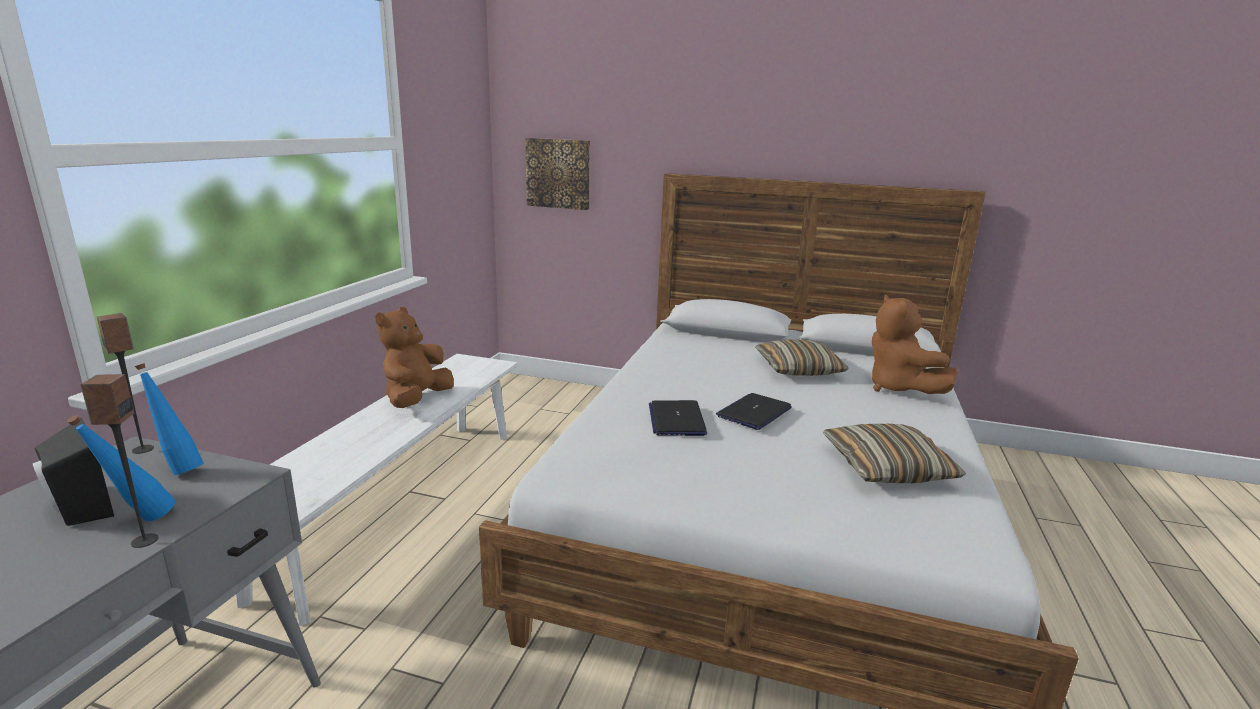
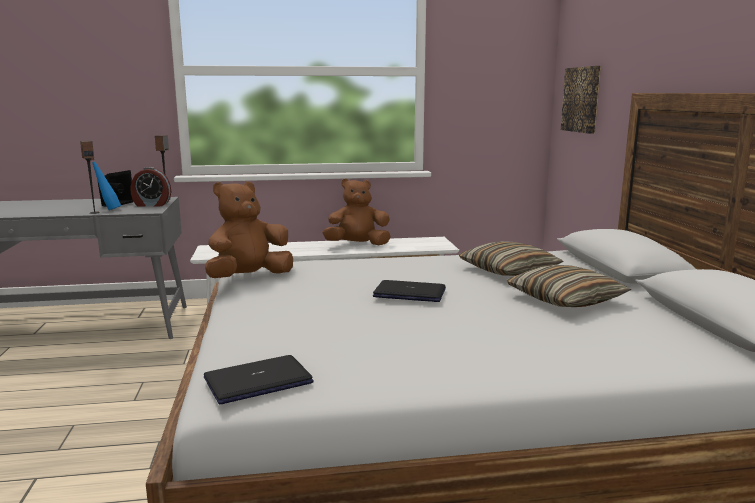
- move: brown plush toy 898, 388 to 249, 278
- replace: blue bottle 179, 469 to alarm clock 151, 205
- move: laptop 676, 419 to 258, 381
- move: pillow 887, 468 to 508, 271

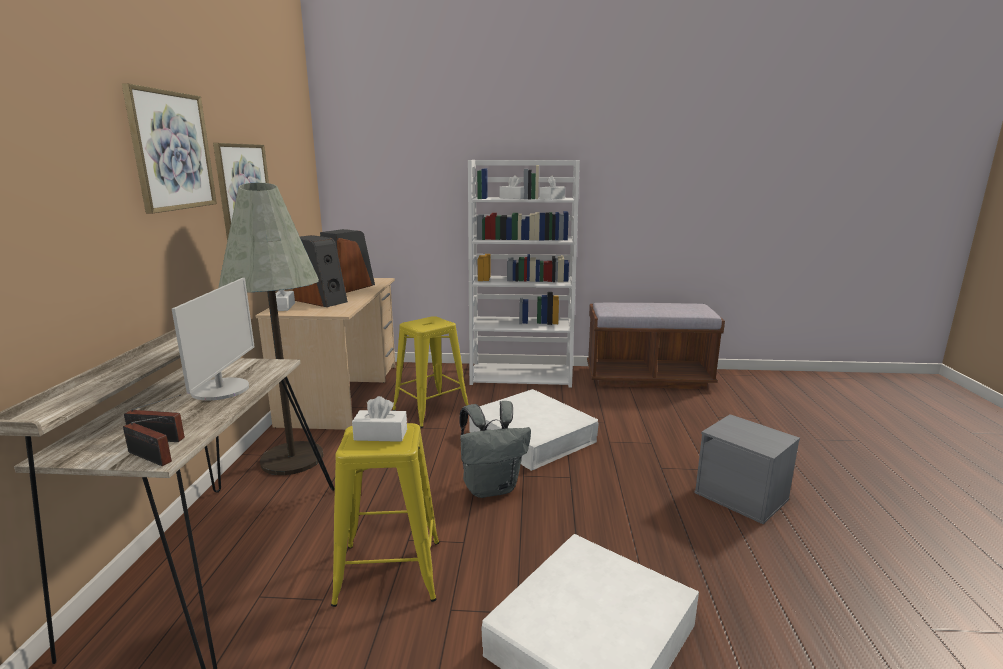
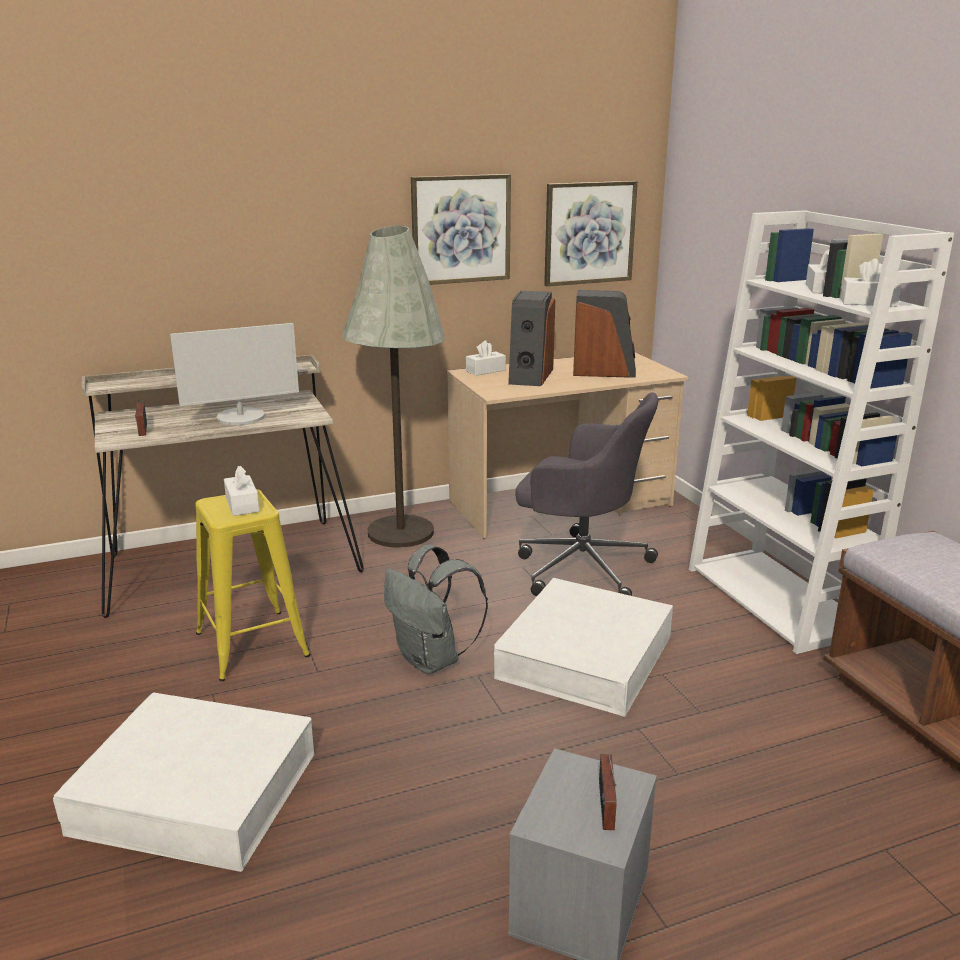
- move: picture 171, 151 to 589, 233
- replace: yellow stool 431, 410 to grey office chair 580, 567
- move: radio 151, 458 to 605, 808

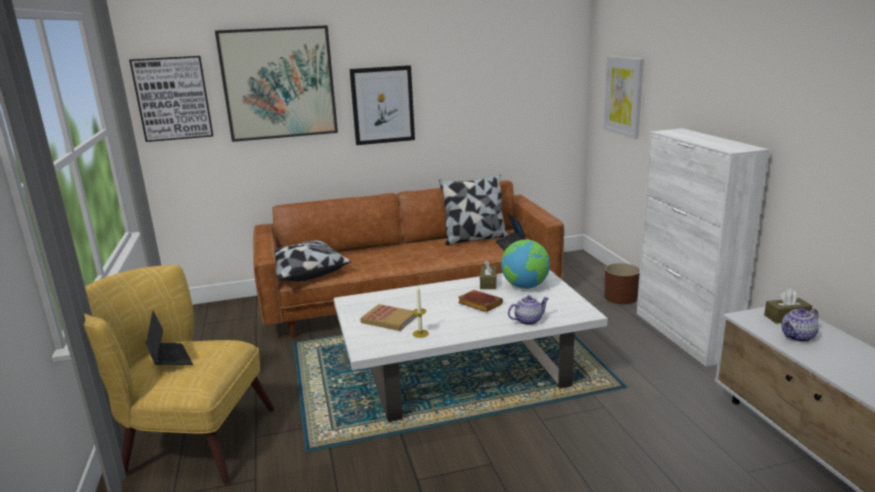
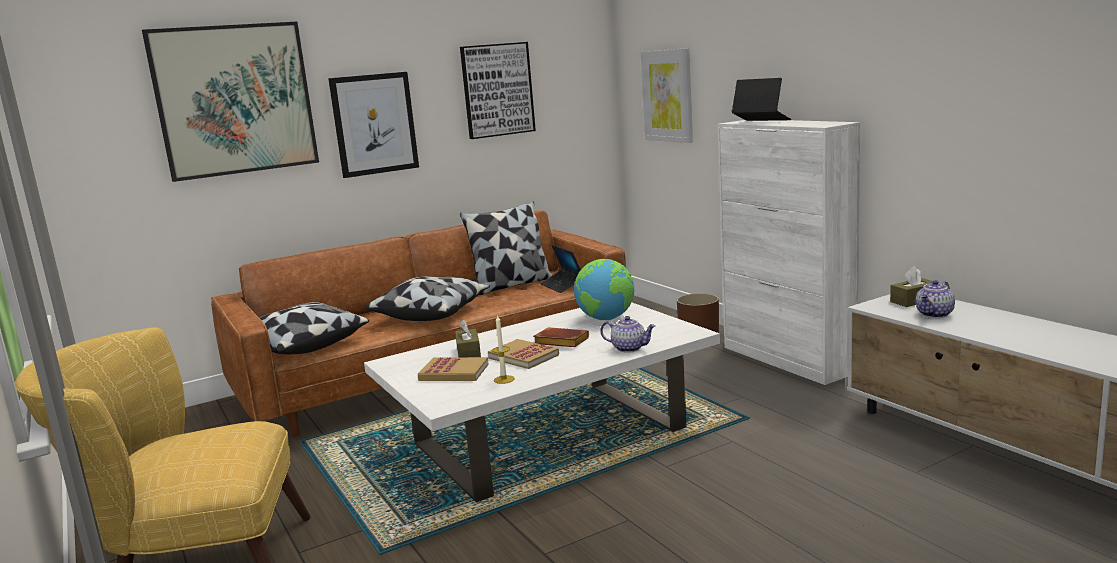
- move: picture 173, 98 to 497, 90
- move: brown tissue box 488, 283 to 468, 352
- rotate: teapot 528, 320 = 629, 348 60 degrees clockwise
- move: laptop 170, 359 to 761, 122
- insert: pillow 431, 313
- insert: book 523, 356

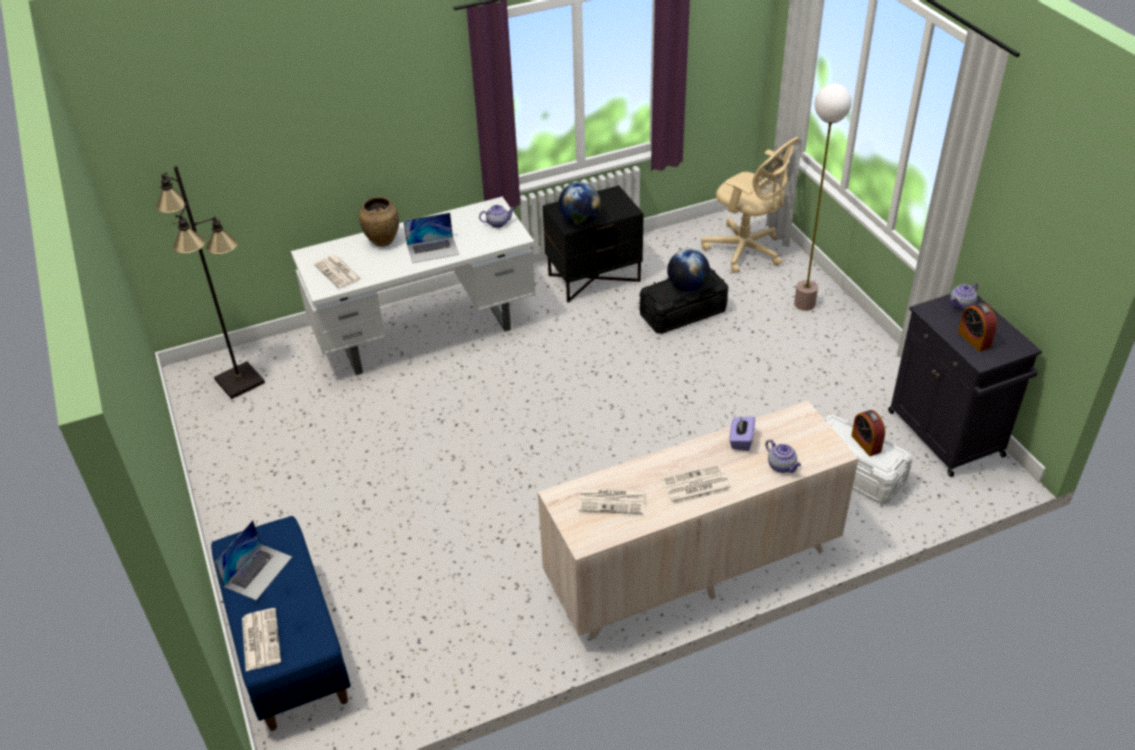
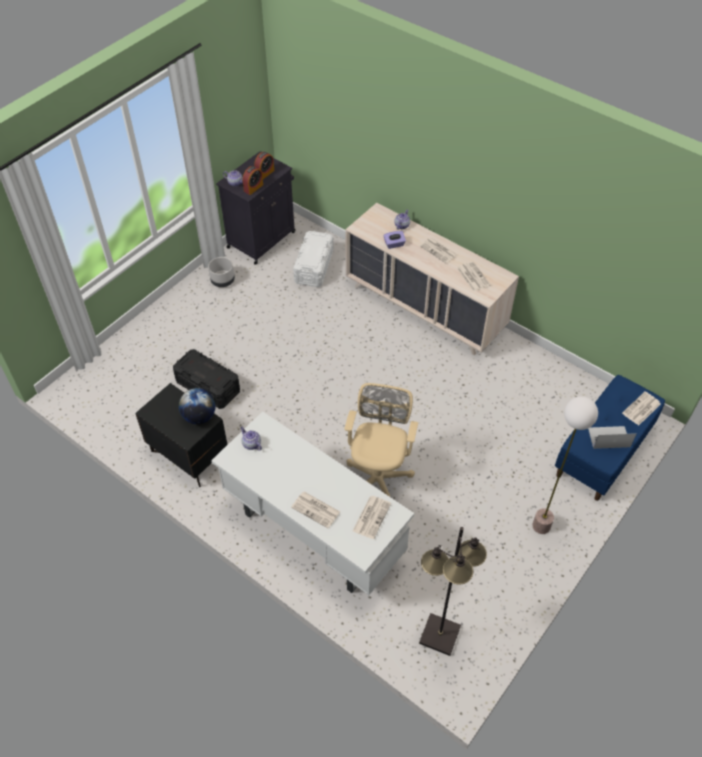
- move: floor lamp 805, 304 to 541, 526
- move: beige office chair 746, 251 to 378, 477
- replace: brown vase 382, 241 to newspaper 316, 509
- delete: laptop 433, 249
- delete: globe 687, 287
- move: alarm clock 866, 443 to 253, 188
- insert: grey planter 223, 281

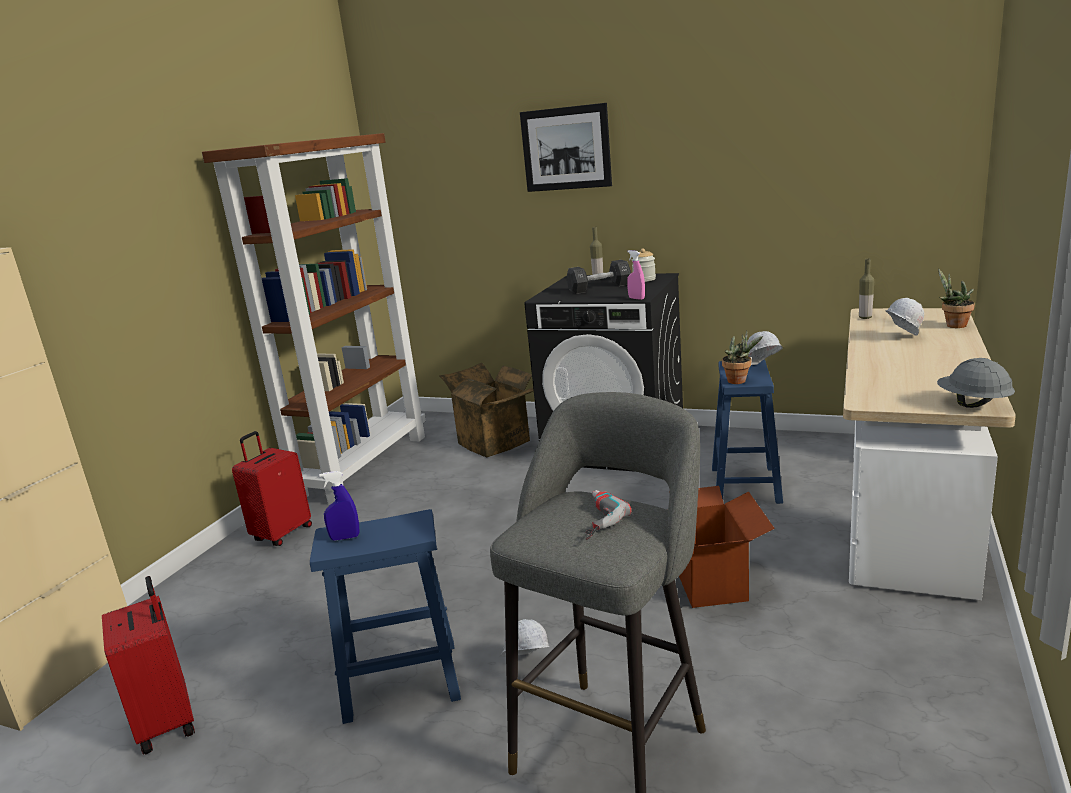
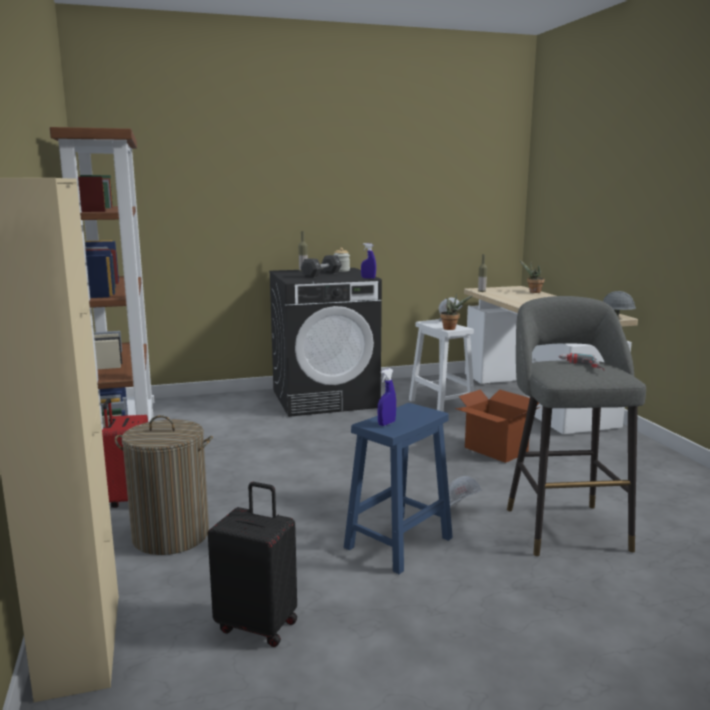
- delete: picture 566, 148
- recolor: pink spray bottle 636, 298 to blue spray bottle 368, 278
- delete: white hard hat 901, 337
- recolor: blue stool 745, 484 to white stool 440, 404
- delete: cardboard box 497, 441
- recolor: red suitcase 168, 722 to black suitcase 258, 625
- insert: laundry basket 171, 535

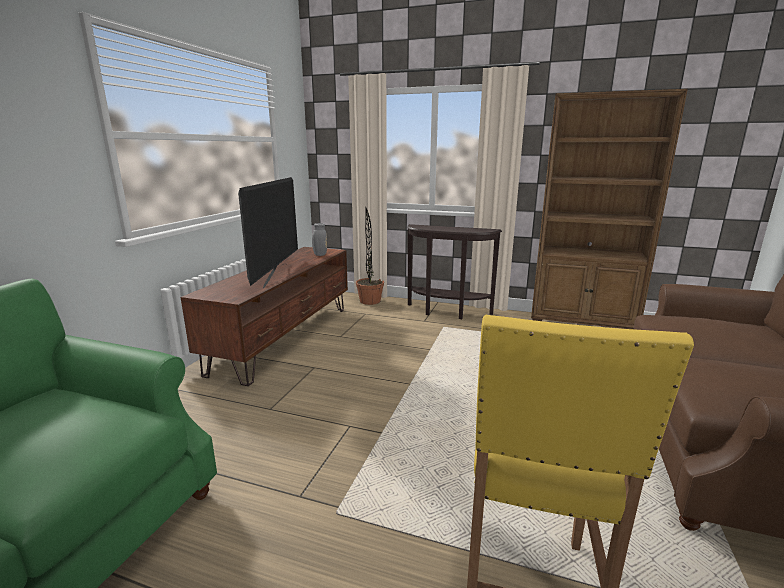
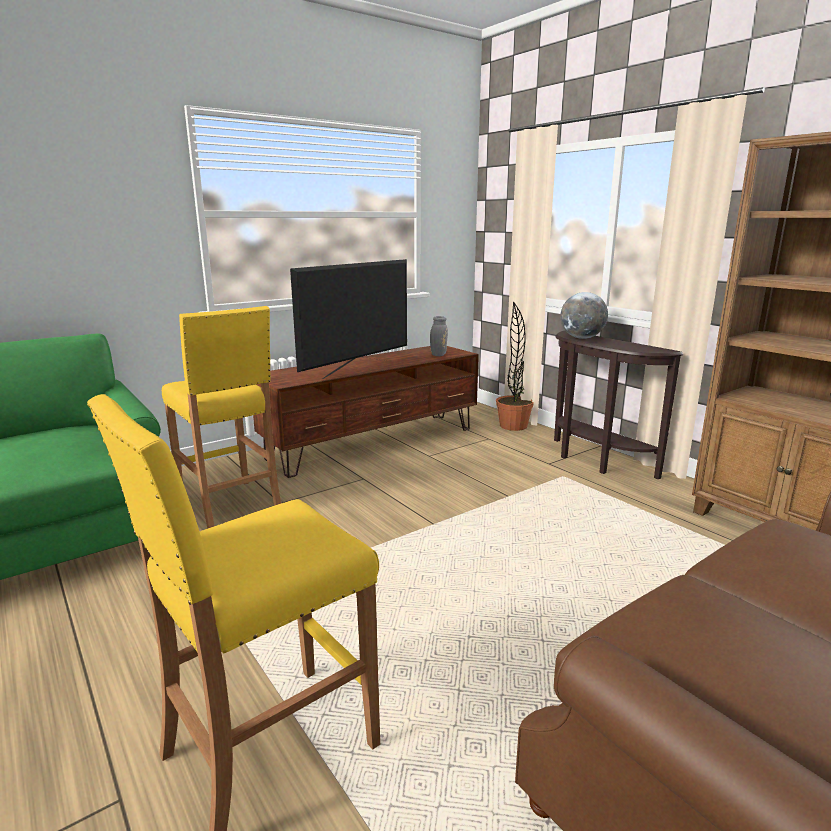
- insert: globe 581, 338
- insert: yellow stool 230, 508

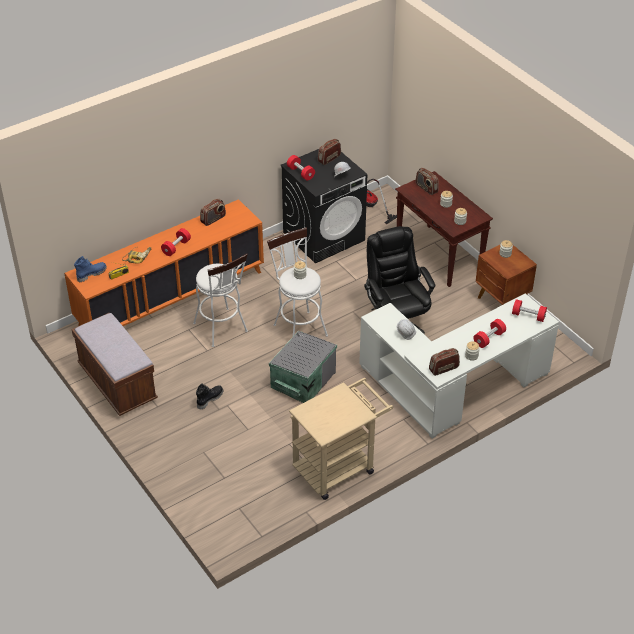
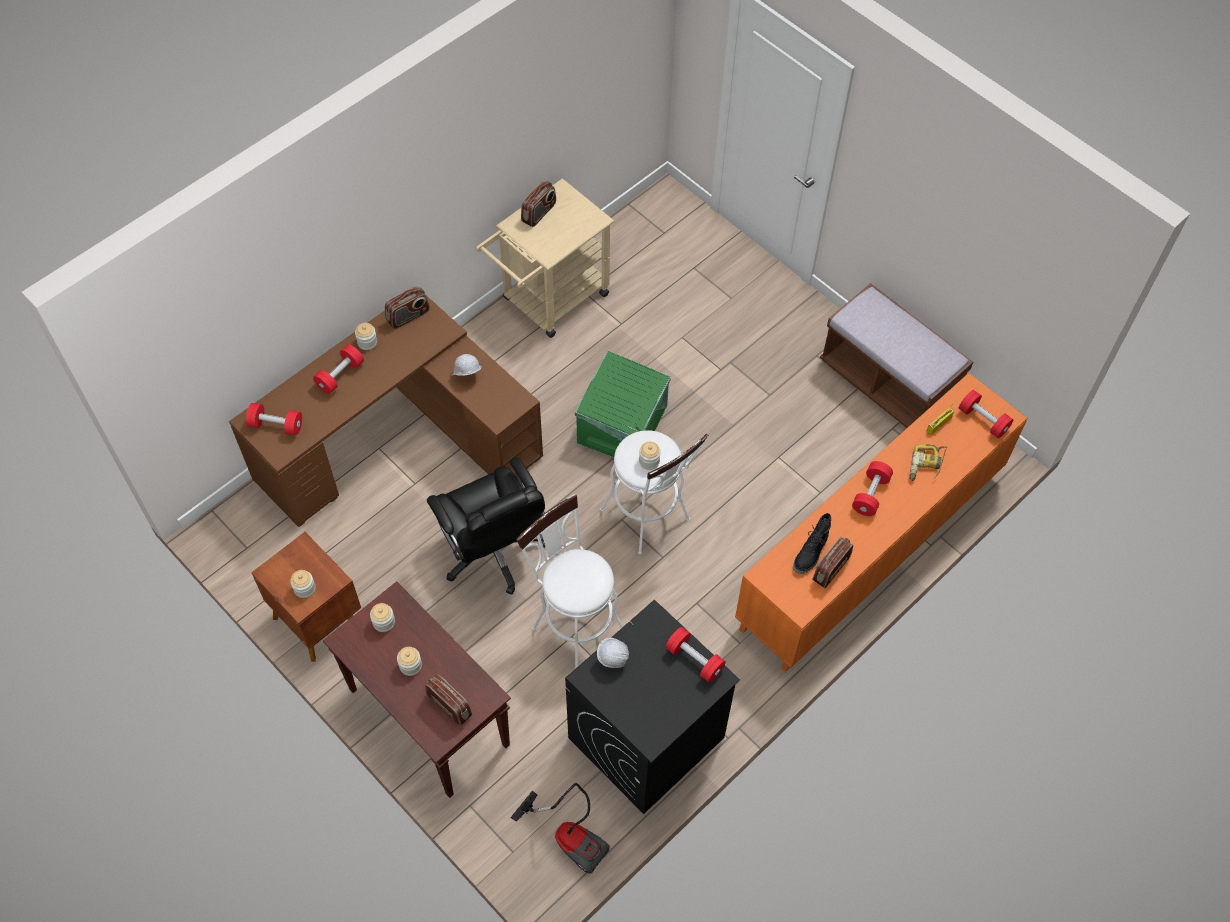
- move: radio 329, 159 to 539, 213
- move: white stool 223, 330 to 574, 625
- replace: blue boot 91, 274 to red dumbbell 983, 420
- recolor: white desk 453, 388 to brown desk 399, 439
- recolor: grey storage box 302, 380 to green storage box 624, 424
- move: black boot 209, 399 to 811, 554

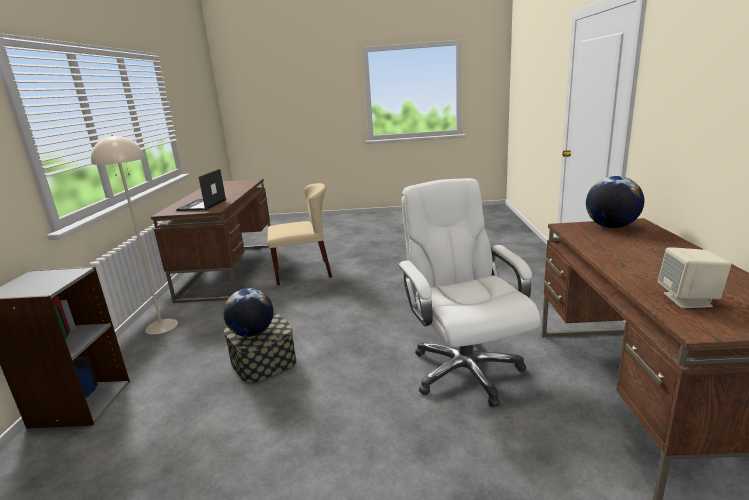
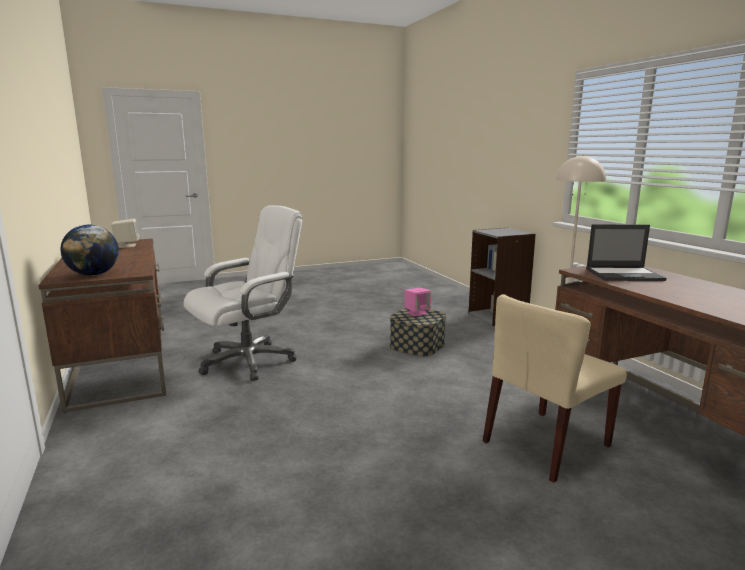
- rotate: laptop 202, 205 = 625, 275 105 degrees clockwise
- rotate: white office chair 465, 370 = 248, 361 90 degrees counterclockwise
- replace: globe 252, 333 to pink speaker 417, 313

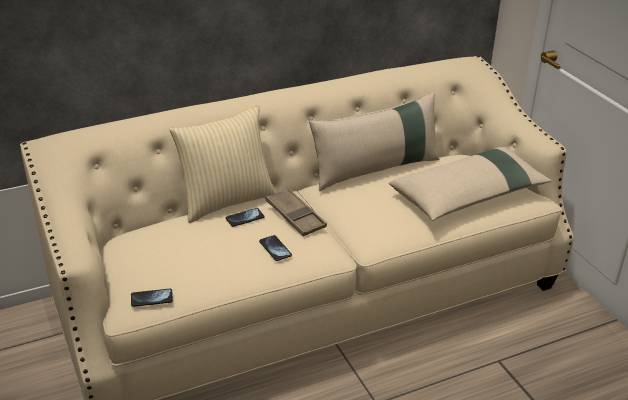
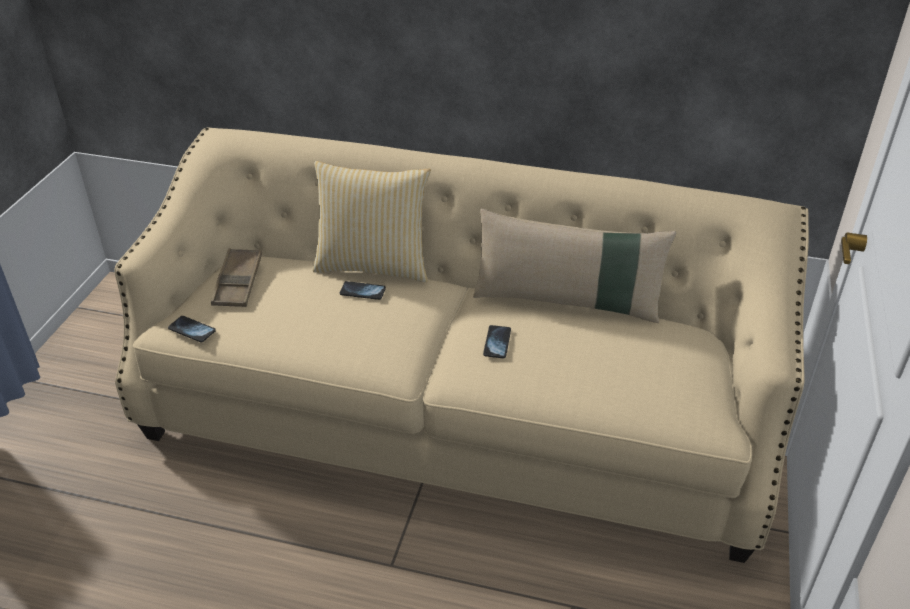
- delete: beige pillow 469, 195
- move: brown tray 295, 216 to 238, 282
- move: phone 275, 249 to 497, 343

